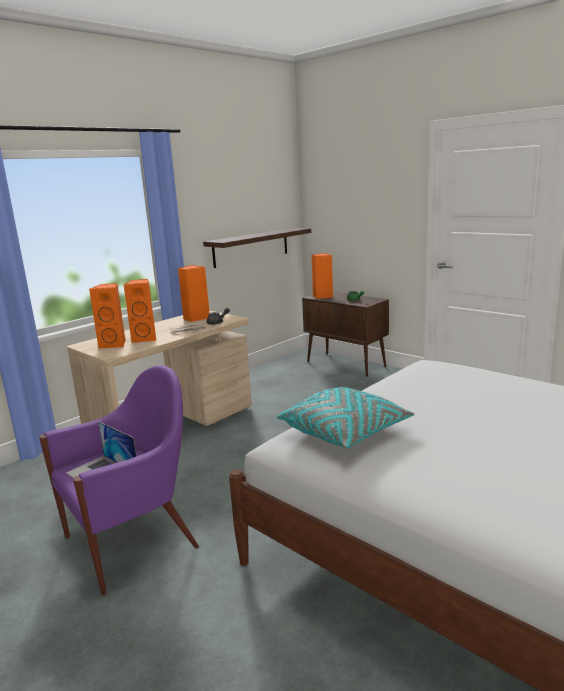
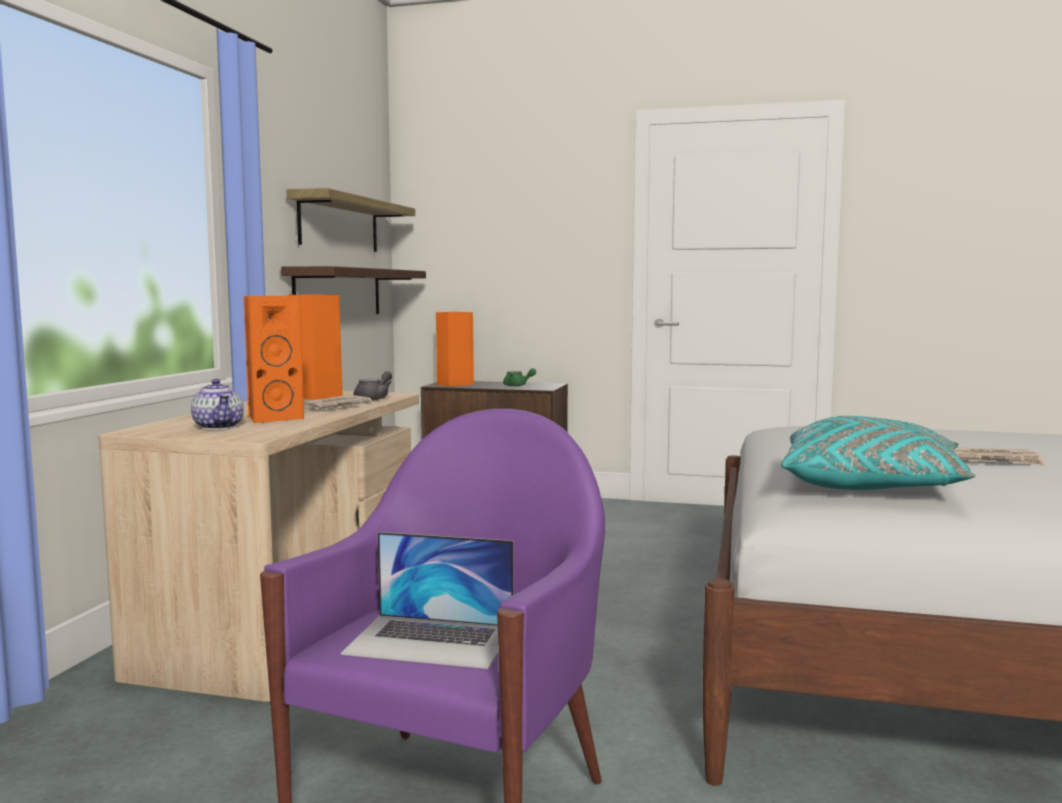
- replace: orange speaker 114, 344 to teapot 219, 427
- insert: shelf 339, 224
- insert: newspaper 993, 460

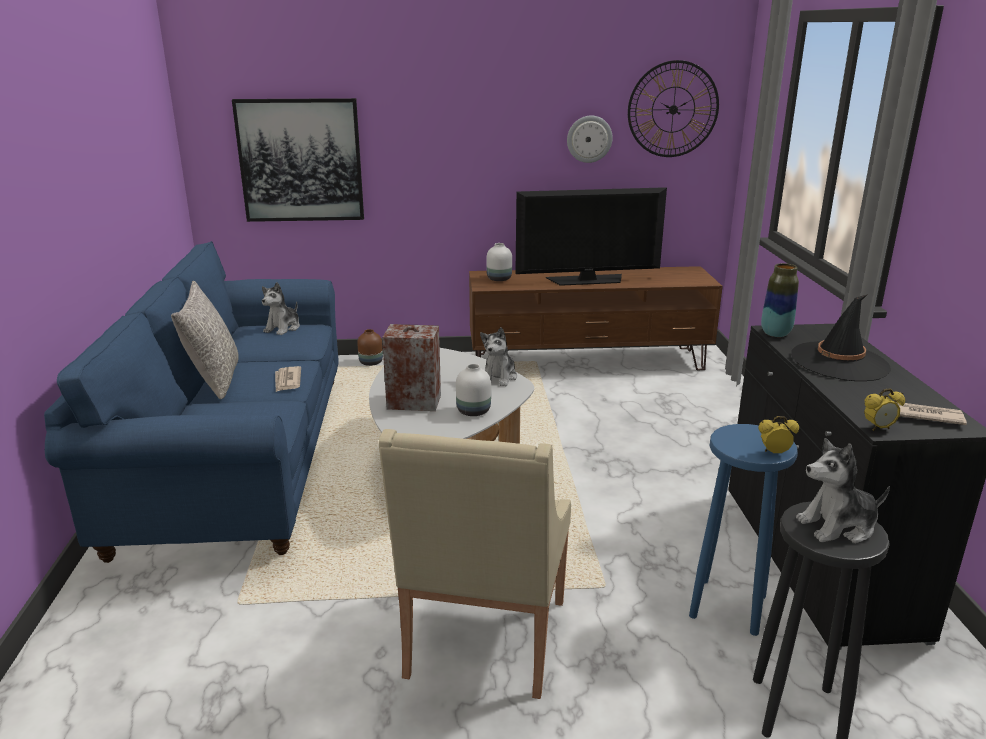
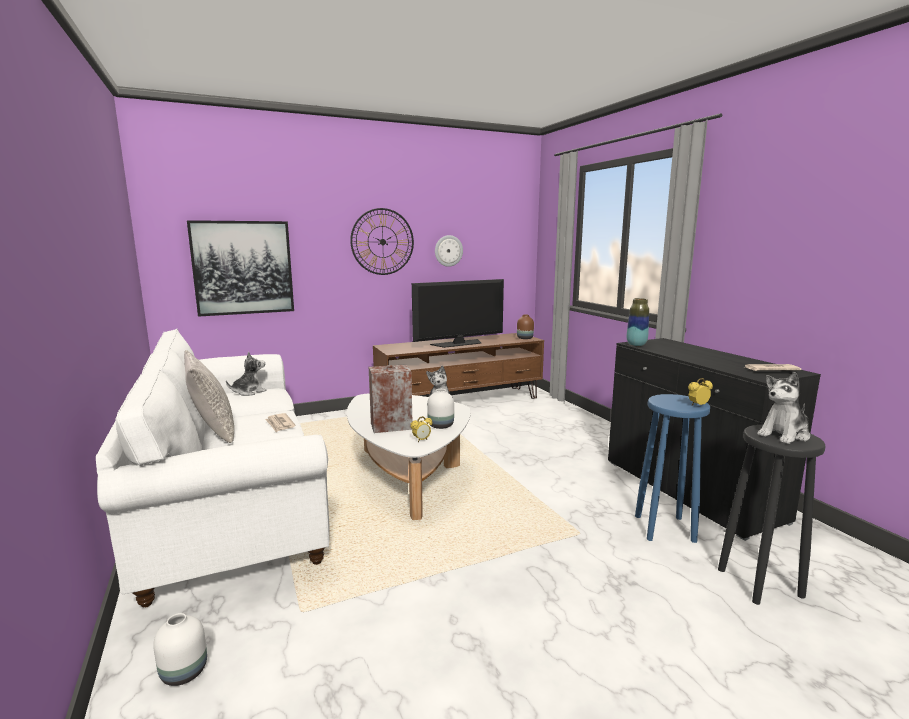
- move: wall clock 673, 109 to 382, 241
- recolor: blue sofa 240, 457 to white sofa 232, 499
- move: white vase 498, 279 to 183, 672
- rotate: plush toy 283, 328 = 249, 392 135 degrees counterclockwise
- delete: black hat 839, 362
- move: brown vase 371, 363 to 525, 338
- move: alarm clock 878, 428 to 421, 440
- delete: beige armchair 483, 642

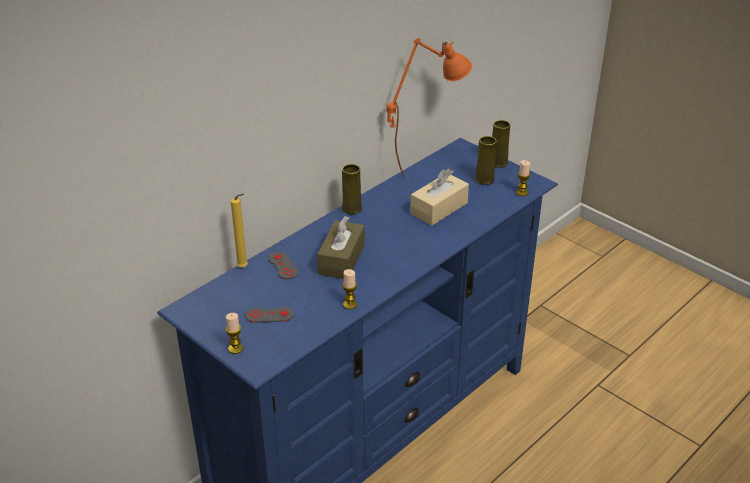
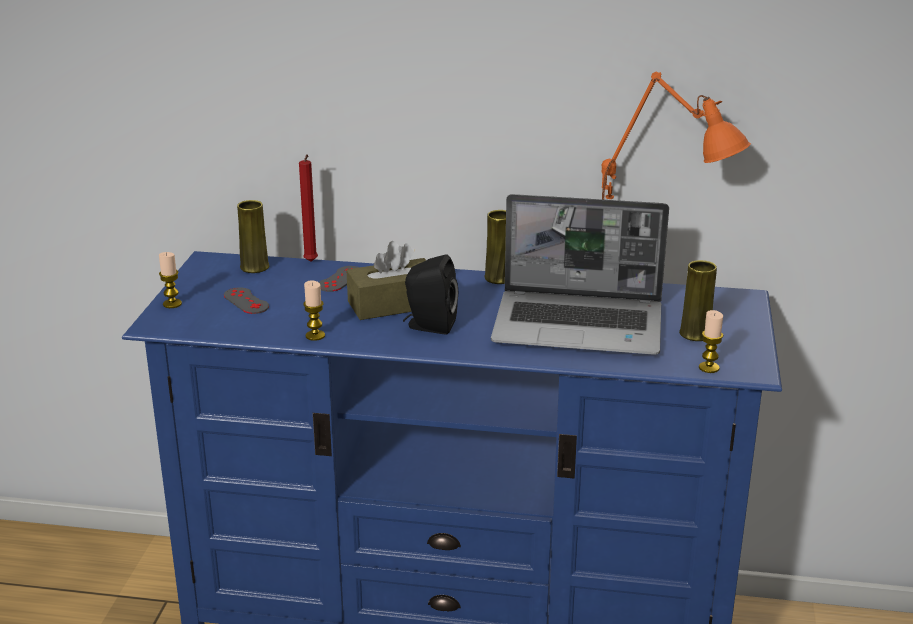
- move: yellow vase 498, 162 to 255, 267
- replace: beige tissue box 439, 208 to laptop 580, 326
- recolor: yellow candle 244, 268 to red candle 311, 262
- insert: black speaker 429, 326

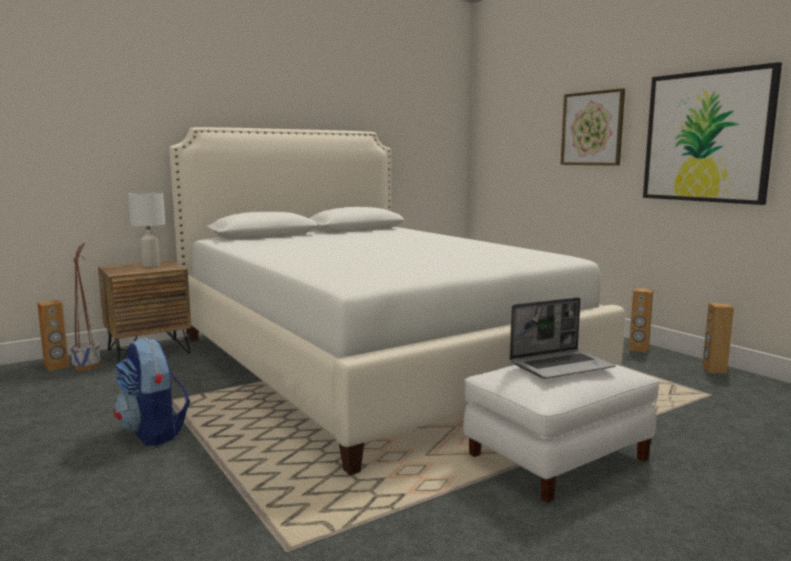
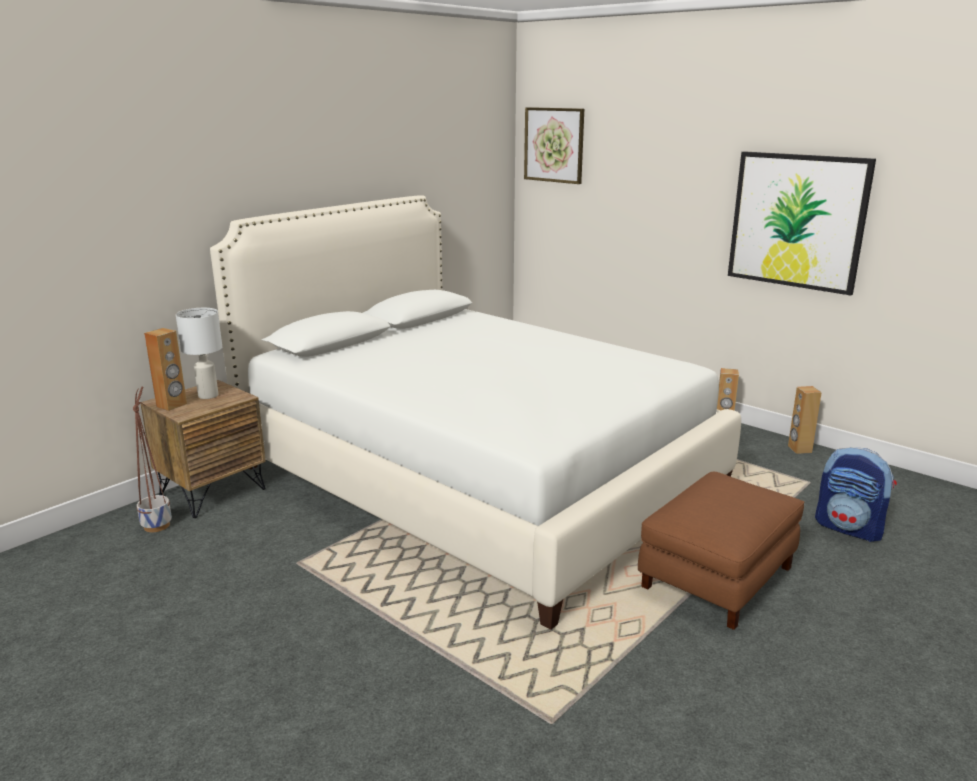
- move: picture 592, 128 to 554, 145
- delete: laptop 561, 365
- move: brown speaker 56, 367 to 172, 405
- move: backpack 154, 433 to 849, 528
- recolor: white ottoman 557, 456 to brown ottoman 716, 577

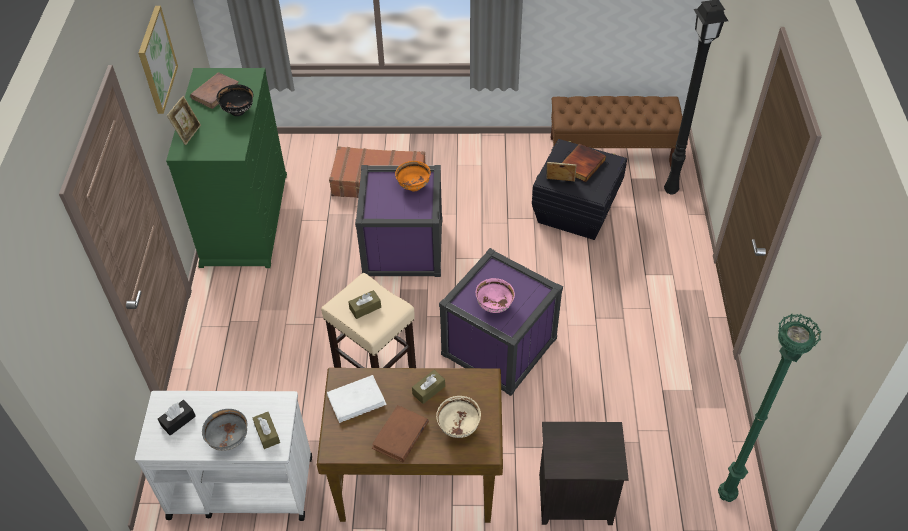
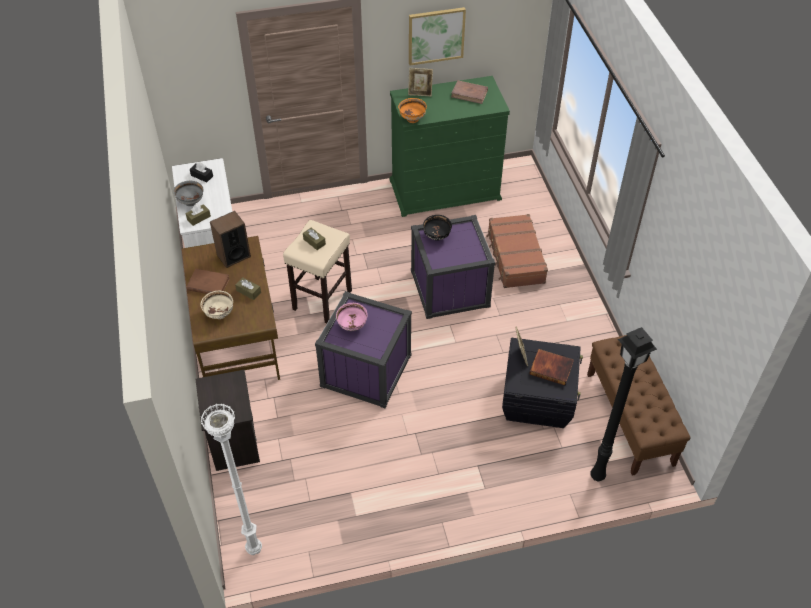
- move: black bowl 238, 111 to 437, 237
- move: orange bowl 413, 187 to 412, 119
- recolor: green floor lamp 727, 497 to white floor lamp 253, 550
- replace: white book 356, 400 to speaker 233, 255

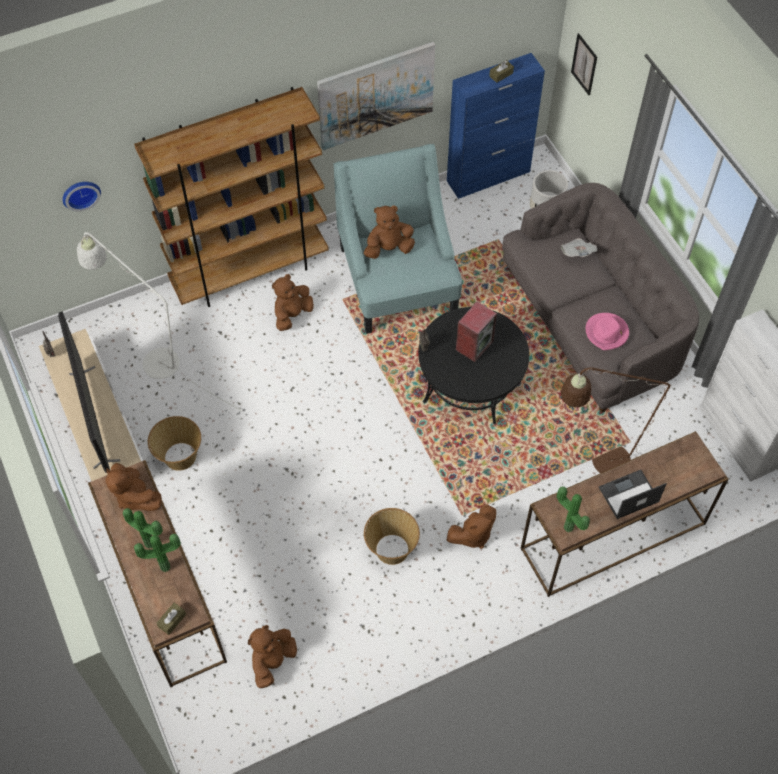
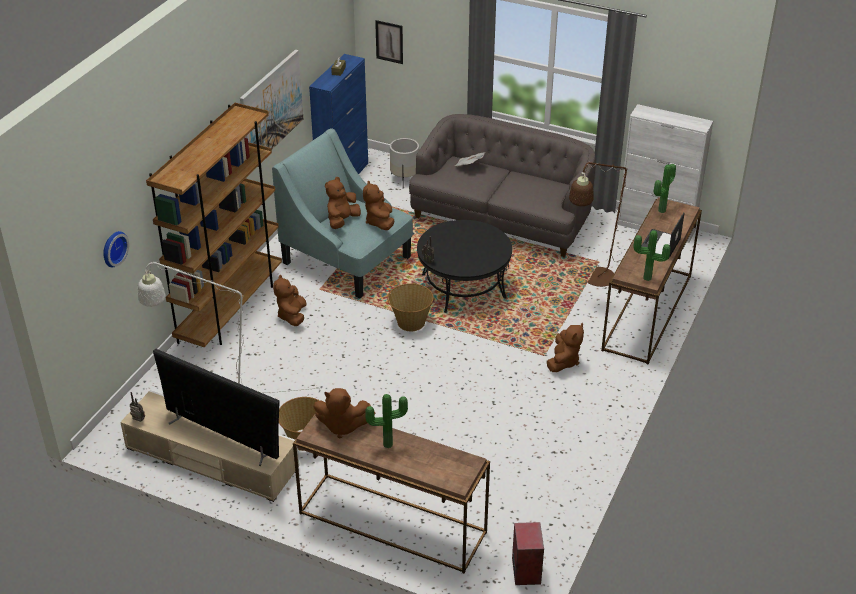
- move: speaker 474, 345 to 525, 570
- delete: pink hat 607, 332
- move: basket 391, 549 to 410, 322
- move: potted plant 165, 565 to 660, 210
- delete: brown tissue box 172, 620
- move: brown plush toy 272, 661 to 380, 222

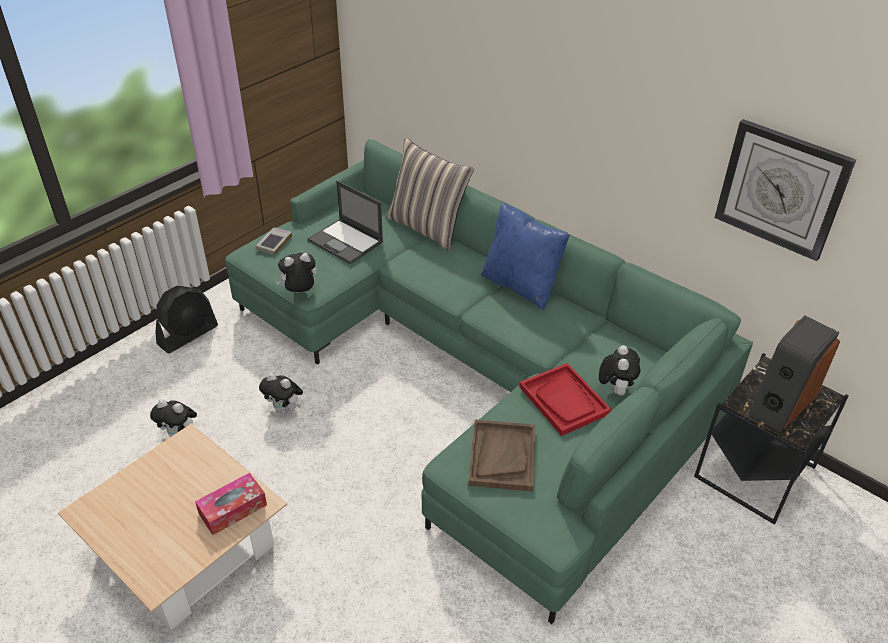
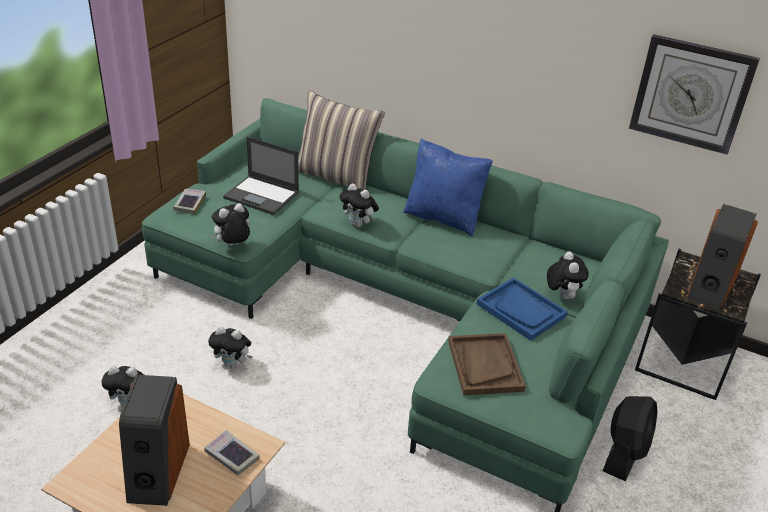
- move: black fan 188, 335 to 624, 453
- recolor: red tray 564, 400 to blue tray 521, 310
- replace: tissue box 233, 509 to book 231, 456
- insert: plush toy 359, 224
- insert: speaker 157, 471

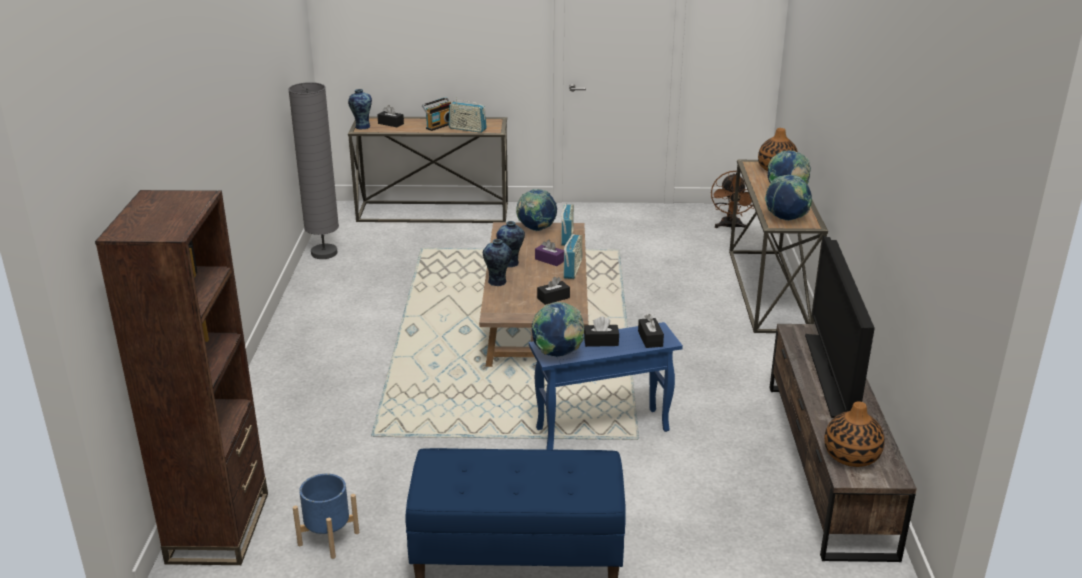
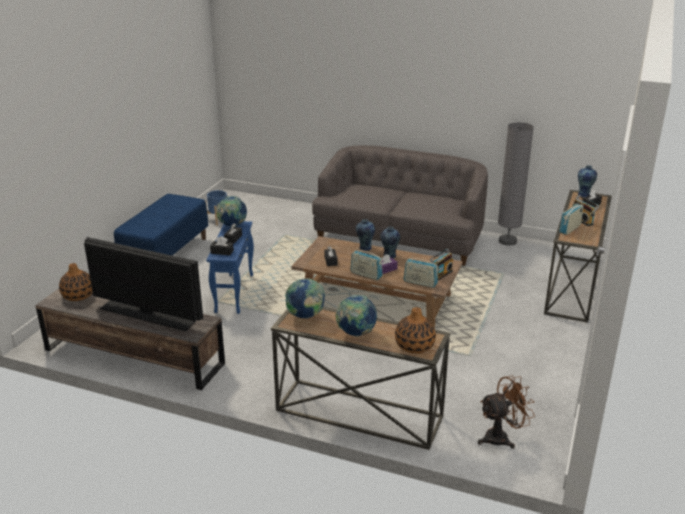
- rotate: brown fan 731, 227 = 502, 437 135 degrees clockwise
- replace: globe 536, 229 to radio 441, 274
- delete: brown bookcase 219, 527
- insert: grey sofa 400, 238

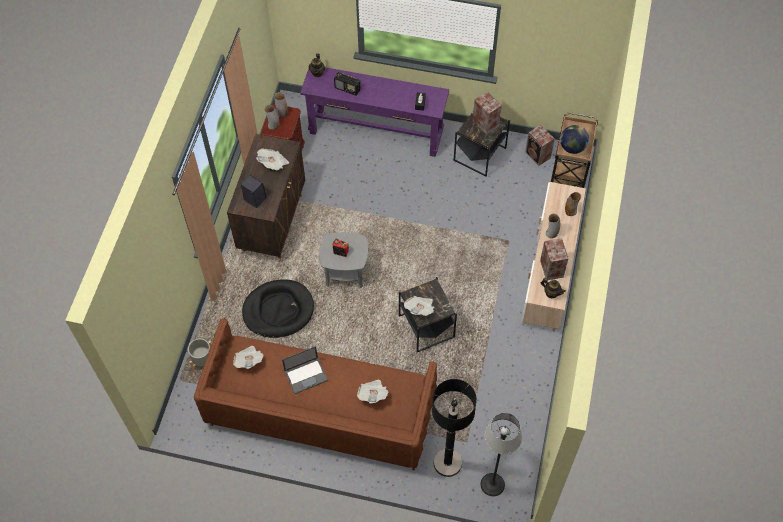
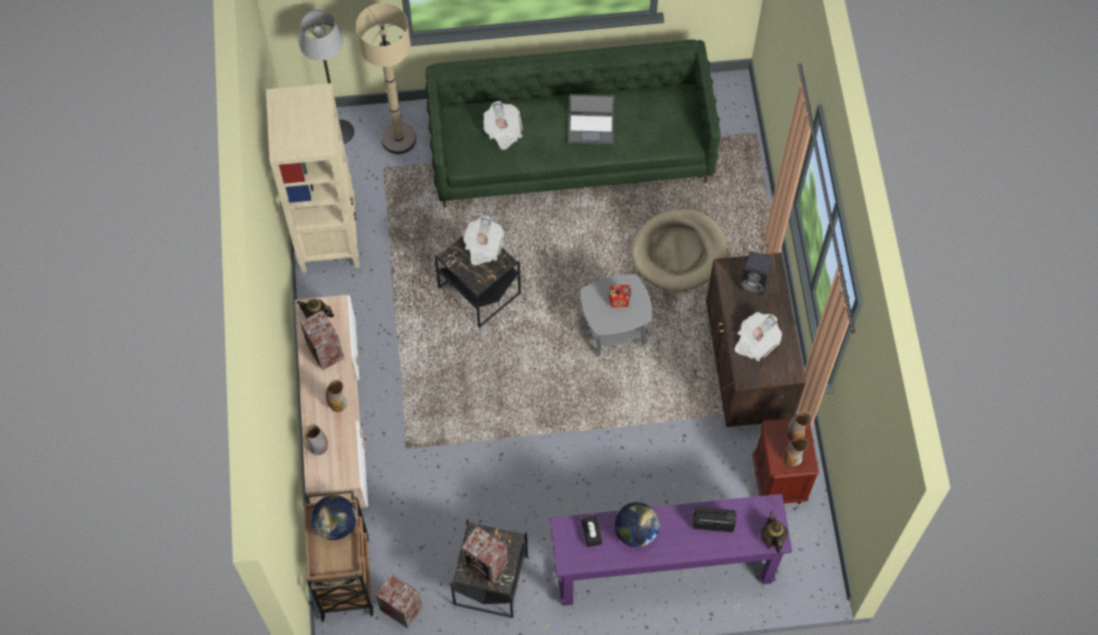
- recolor: black dog bed 278, 310 to beige dog bed 678, 252
- recolor: brown sofa 320, 410 to green sofa 570, 150
- delete: grey planter 203, 361
- delete: newspaper 249, 360
- rotate: laptop 306, 375 = 591, 127 135 degrees counterclockwise
- recolor: black floor lamp 447, 463 to beige floor lamp 398, 139
- insert: beige bookcase 329, 237
- insert: globe 635, 531

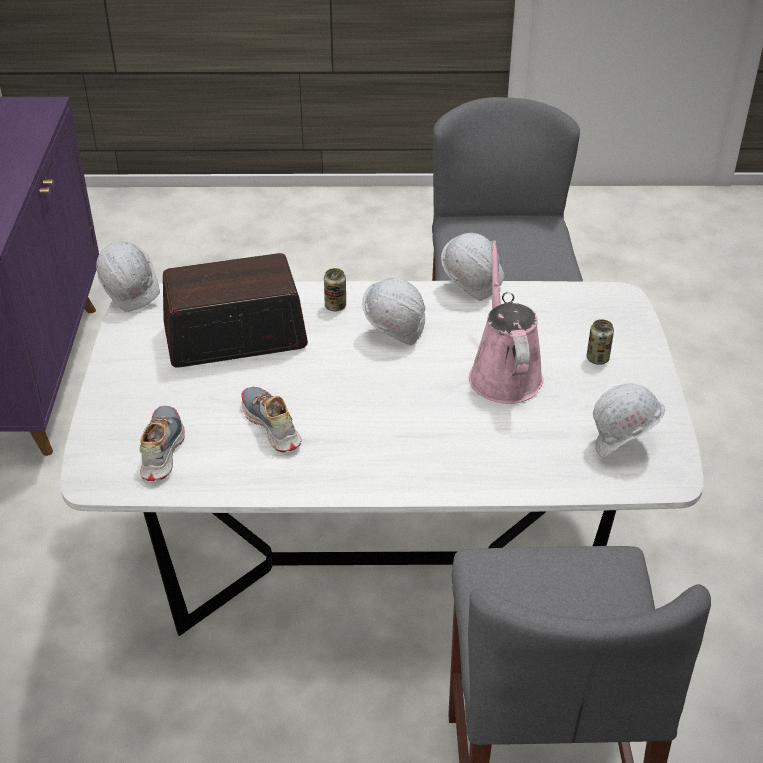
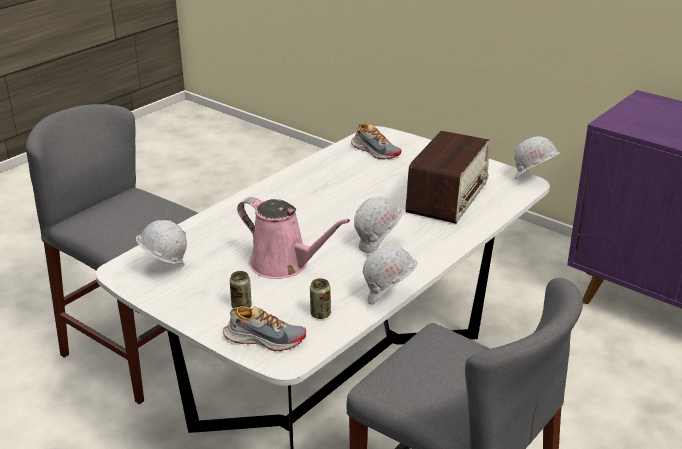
- move: can 335, 306 to 320, 314
- move: shoe 271, 426 to 264, 339

